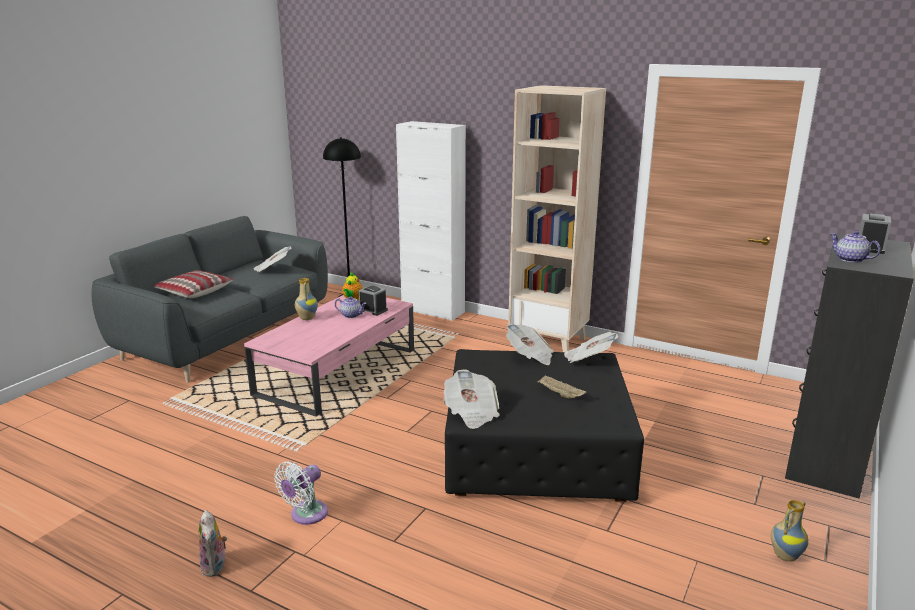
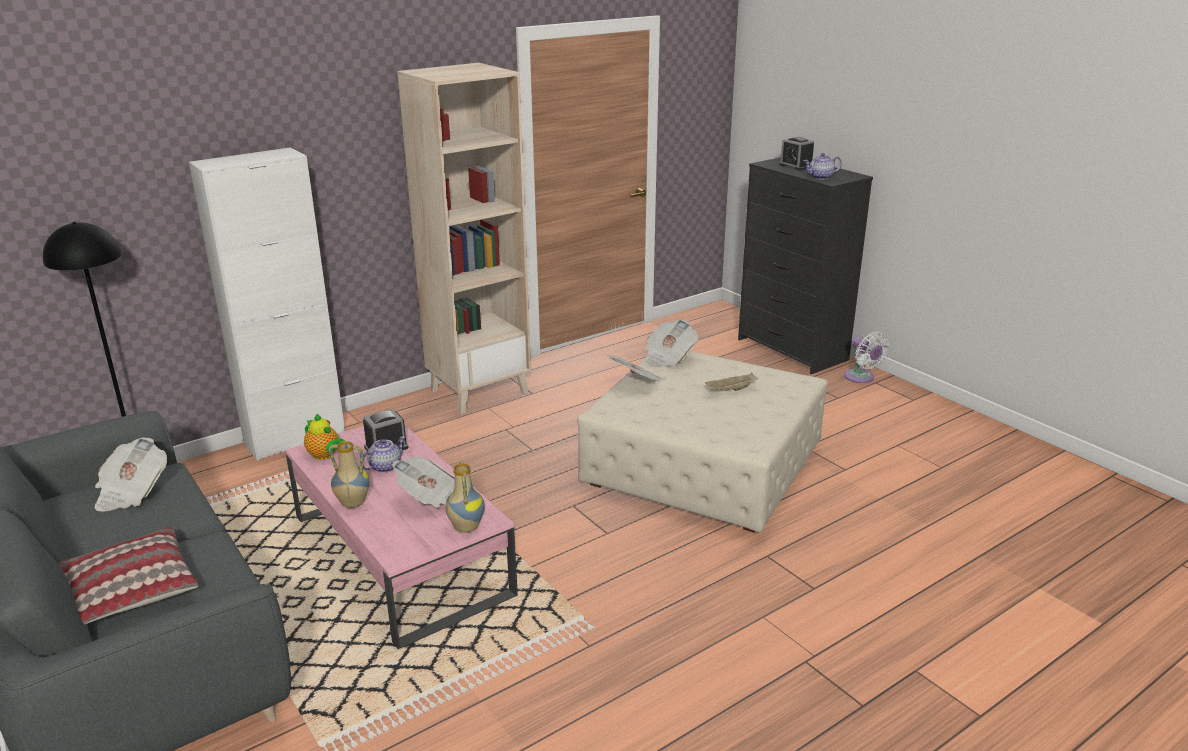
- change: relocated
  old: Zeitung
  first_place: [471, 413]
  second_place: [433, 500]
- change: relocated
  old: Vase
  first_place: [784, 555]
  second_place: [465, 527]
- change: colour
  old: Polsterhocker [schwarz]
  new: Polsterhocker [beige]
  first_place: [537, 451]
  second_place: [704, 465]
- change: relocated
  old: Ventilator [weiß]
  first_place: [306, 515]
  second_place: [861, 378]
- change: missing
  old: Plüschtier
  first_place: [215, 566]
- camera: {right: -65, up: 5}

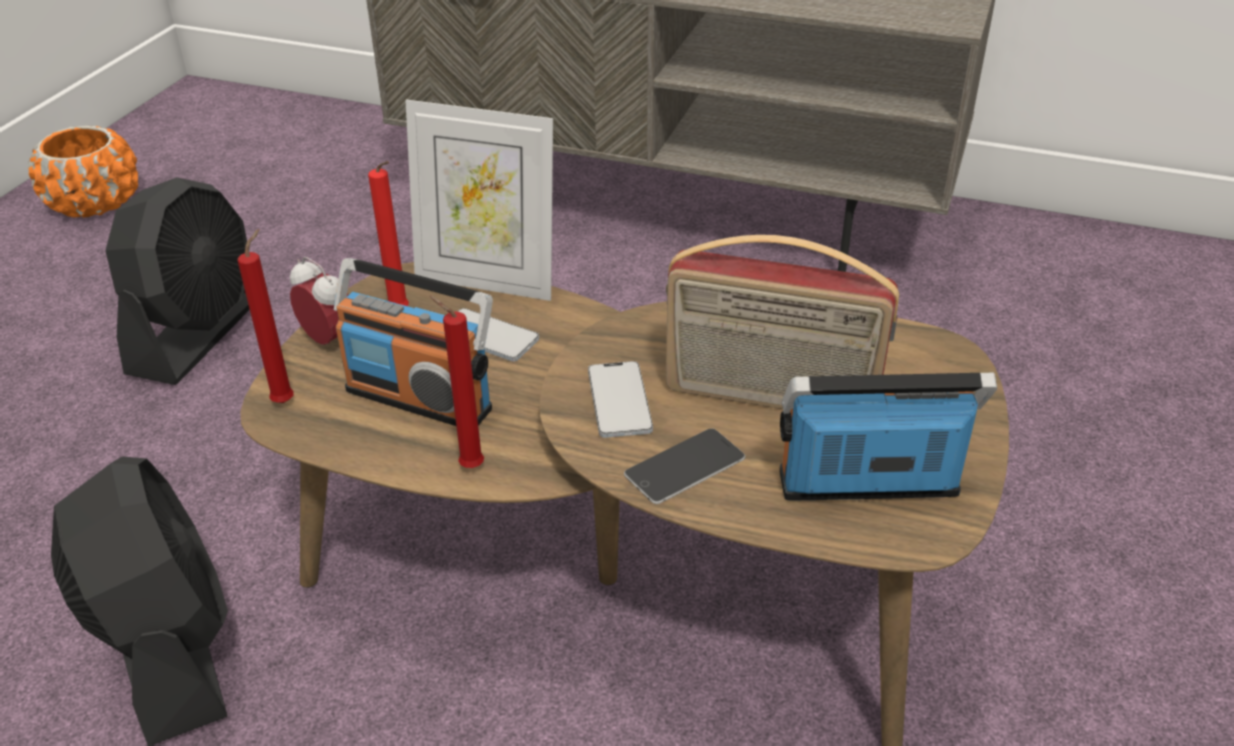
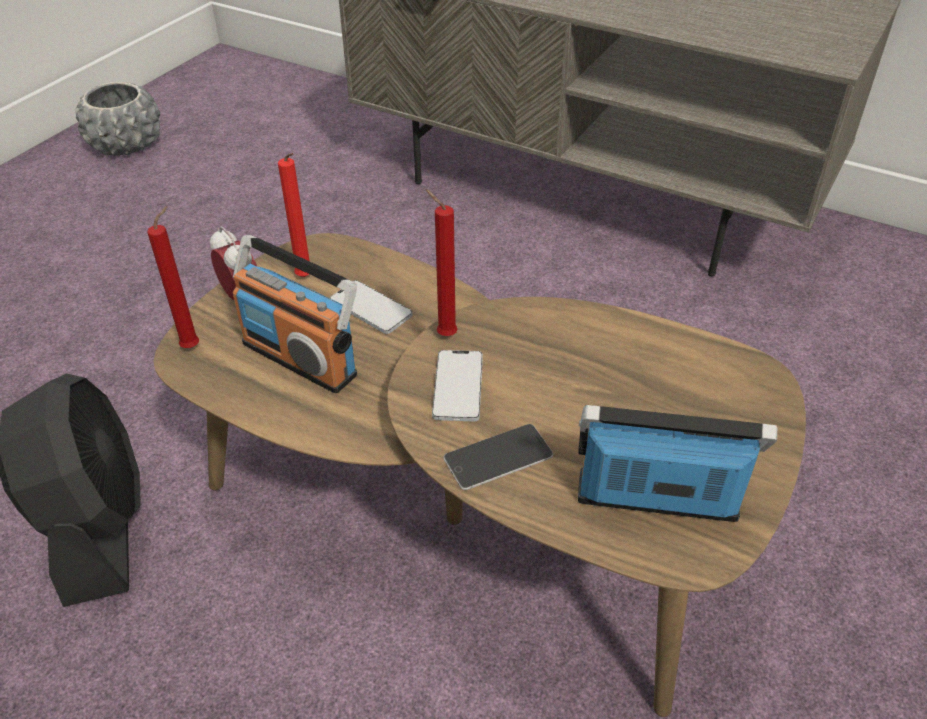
- change: colour
  old: Pflanzkübel [orange]
  new: Pflanzkübel [grau]
  first_place: [95, 203]
  second_place: [127, 144]
- change: relocated
  old: Kerze [rot]
  first_place: [468, 466]
  second_place: [444, 334]
- change: missing
  old: Ventilator [schwarz]
  first_place: [199, 333]
- change: missing
  old: Bilderrahmen
  first_place: [487, 281]
- change: missing
  old: Radio
  first_place: [770, 397]
- camera: {right: 10, up: 5}

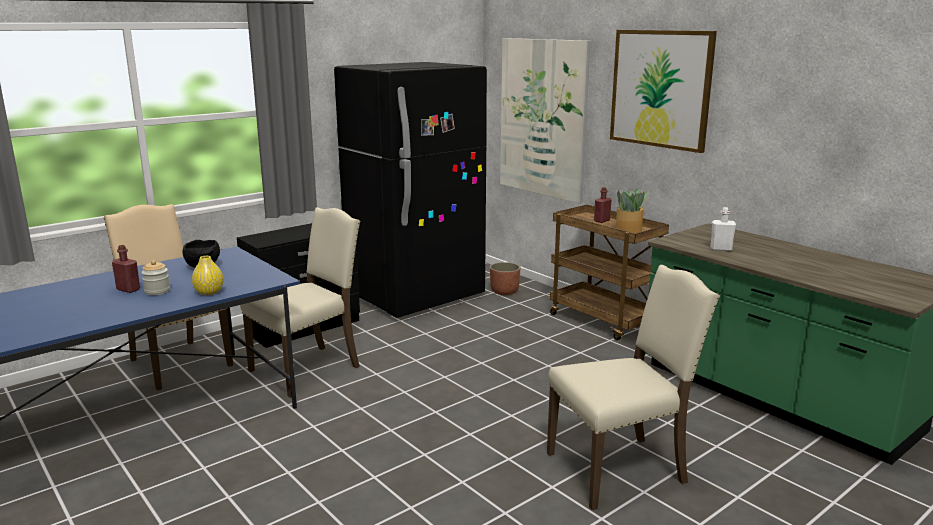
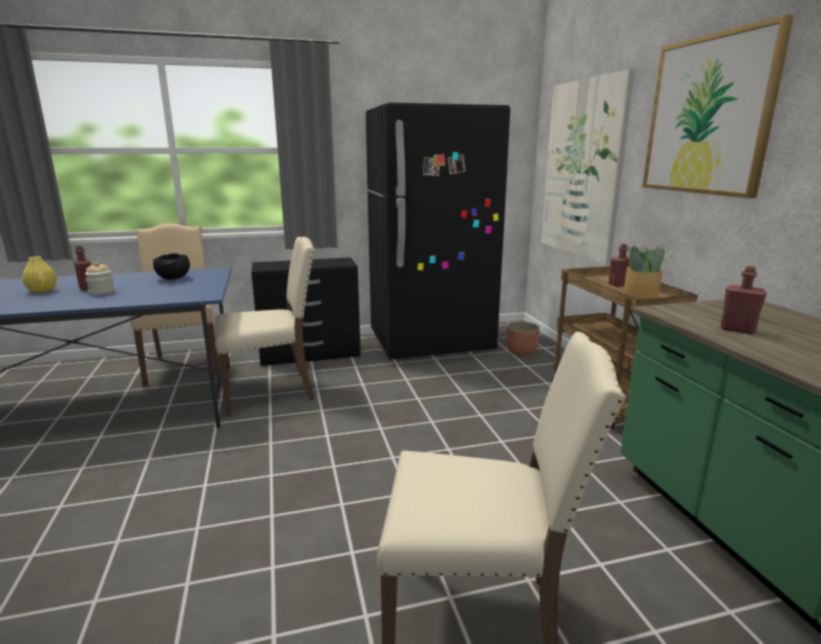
- change: relocated
  old: Vase [gelb]
  first_place: [209, 292]
  second_place: [42, 291]
- change: colour
  old: Flasche [weiß]
  new: Flasche [rot]
  first_place: [721, 249]
  second_place: [737, 329]
- camera: {right: 25, up: 0}

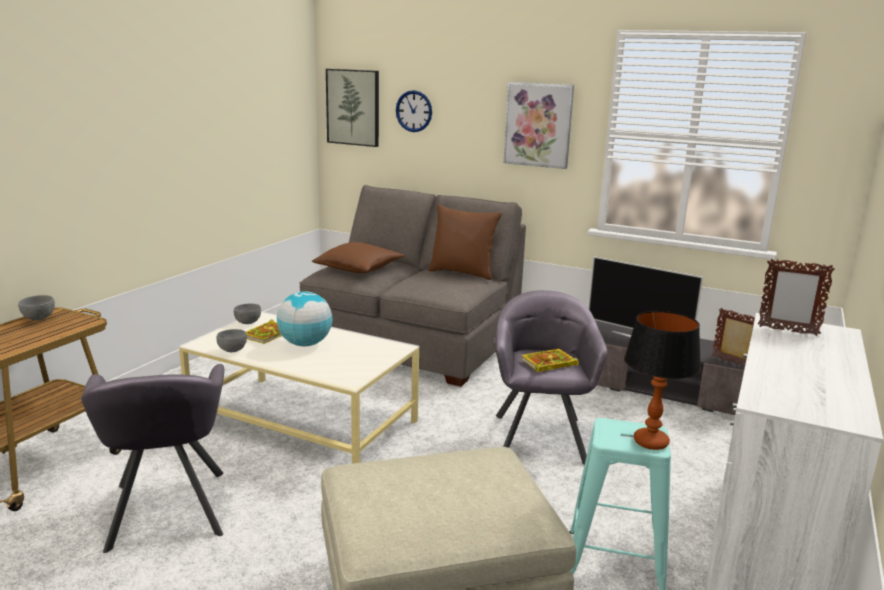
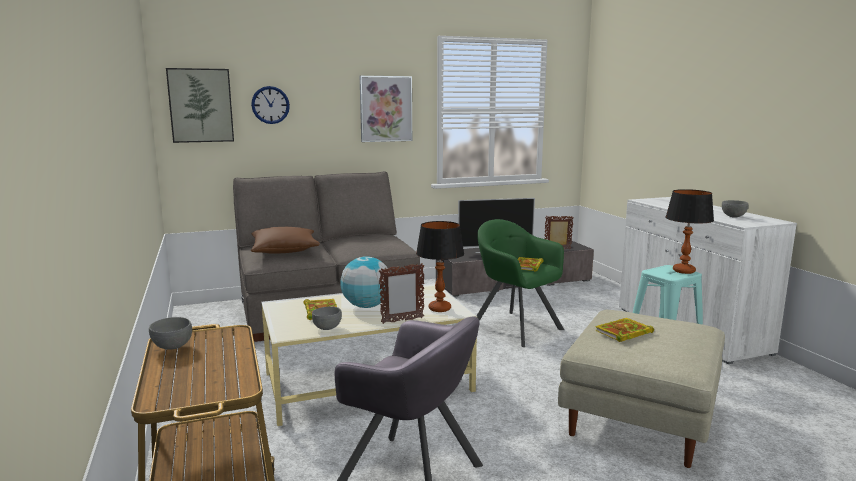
- change: relocated
  old: Bilderrahmen
  first_place: [787, 331]
  second_place: [402, 320]
- change: appeared
  new: Tischlampe
  second_place: [440, 309]
- change: colour
  old: Sessel [grau]
  new: Sessel [grün]
  first_place: [540, 438]
  second_place: [516, 327]
- change: appeared
  new: Buch
  second_place: [623, 333]
- change: relocated
  old: Schüssel [grau]
  first_place: [248, 323]
  second_place: [733, 216]
- change: missing
  old: Kissen [braun]
  first_place: [462, 273]
- camera: {right: -45, up: -5}

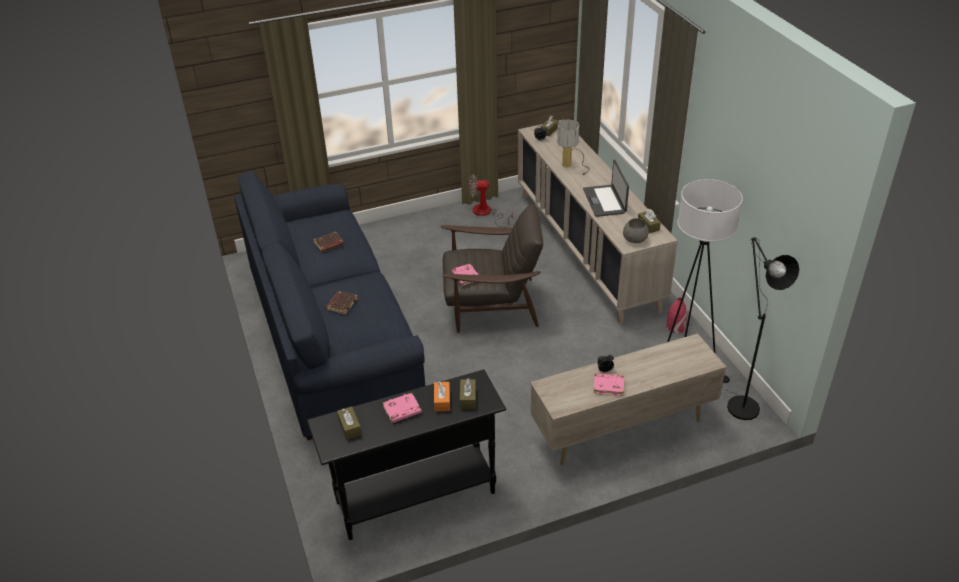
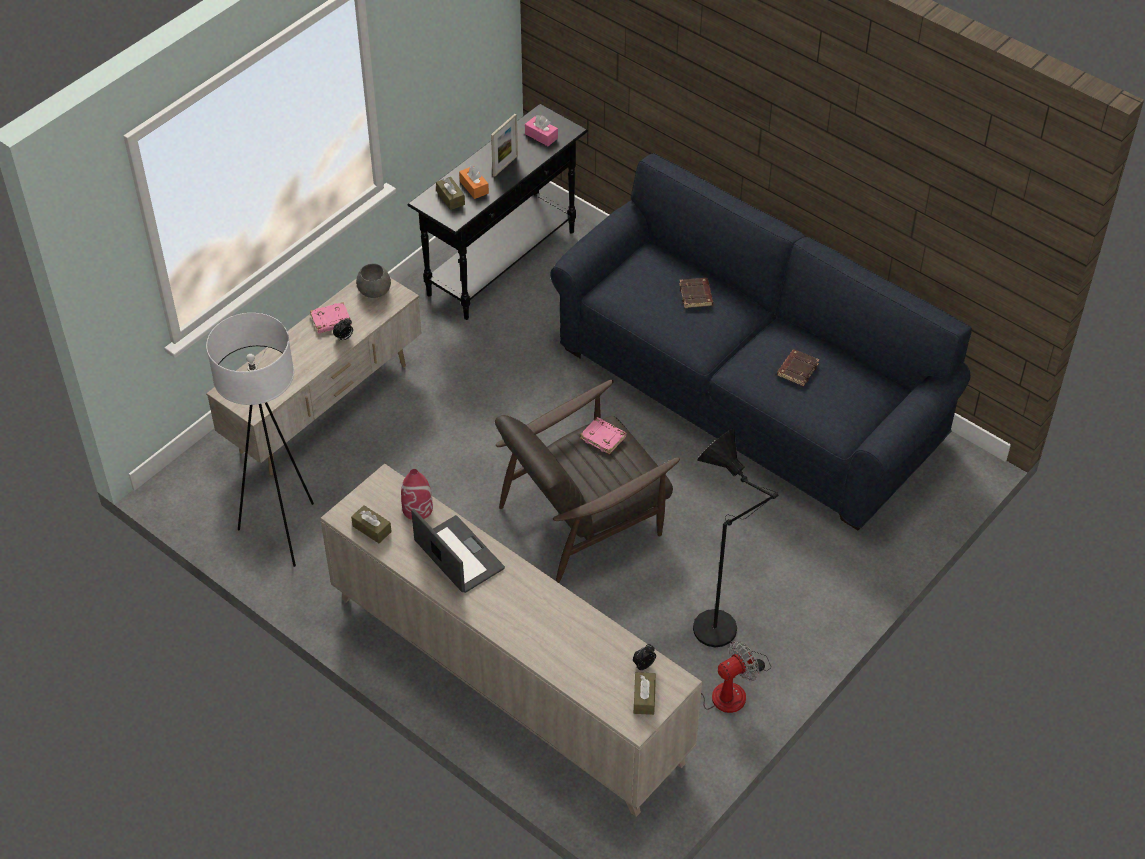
- change: relocated
  old: Schüssel [grau]
  first_place: [635, 238]
  second_place: [374, 291]
- change: relocated
  old: Vase [rot]
  first_place: [675, 327]
  second_place: [418, 508]
- change: exchanged
  old: Buch [rosa]
  new: Bilderrahmen
  first_place: [402, 410]
  second_place: [505, 165]
- change: colour
  old: Taschentuchbox [braun]
  new: Taschentuchbox [rosa]
  first_place: [349, 427]
  second_place: [541, 136]
- change: relocated
  old: Stehlampe [schwarz]
  first_place: [739, 404]
  second_place: [722, 633]
- change: missing
  old: Tischlampe
  first_place: [571, 163]
- camera: {right: 150, up: 10}

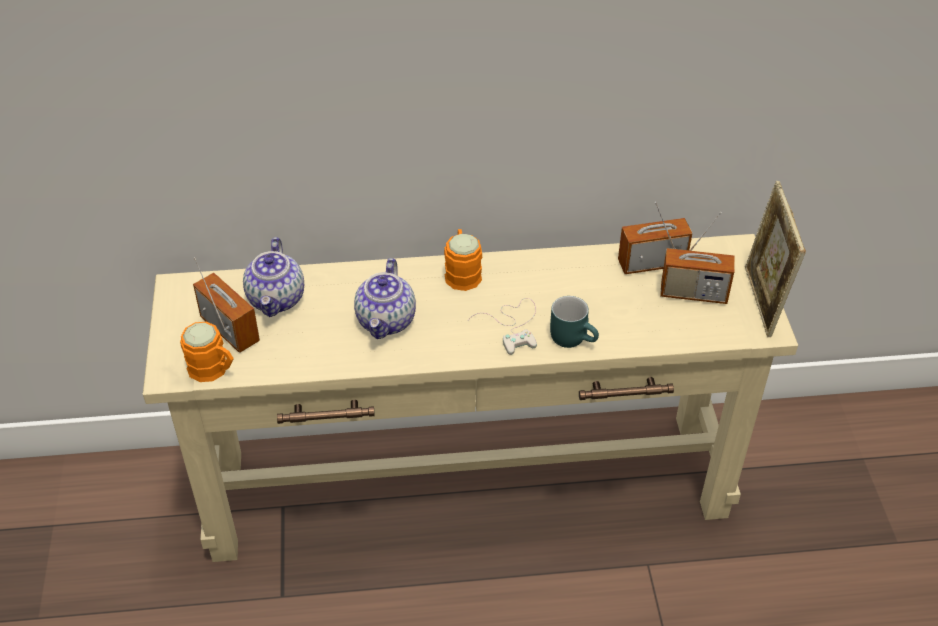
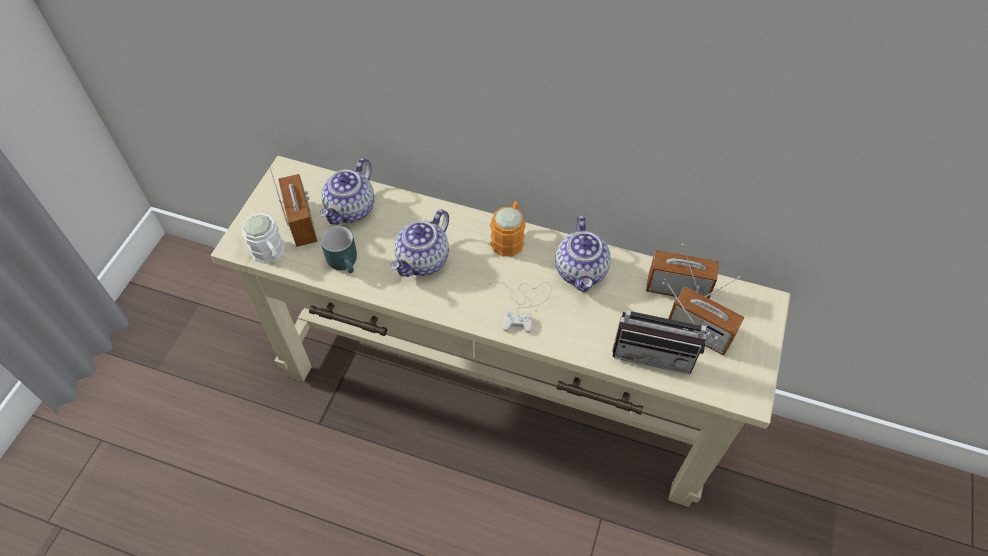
- change: colour
  old: Henkelbecher [orange]
  new: Henkelbecher [weiß]
  first_place: [213, 370]
  second_place: [270, 254]
- change: relocated
  old: Henkelbecher [türkis]
  first_place: [574, 337]
  second_place: [346, 262]
- change: appeared
  new: Teekanne
  second_place: [581, 271]
- change: appeared
  new: Radio
  second_place: [654, 350]
- change: missing
  old: Bilderrahmen
  first_place: [762, 302]
- camera: {right: 25, up: 10}

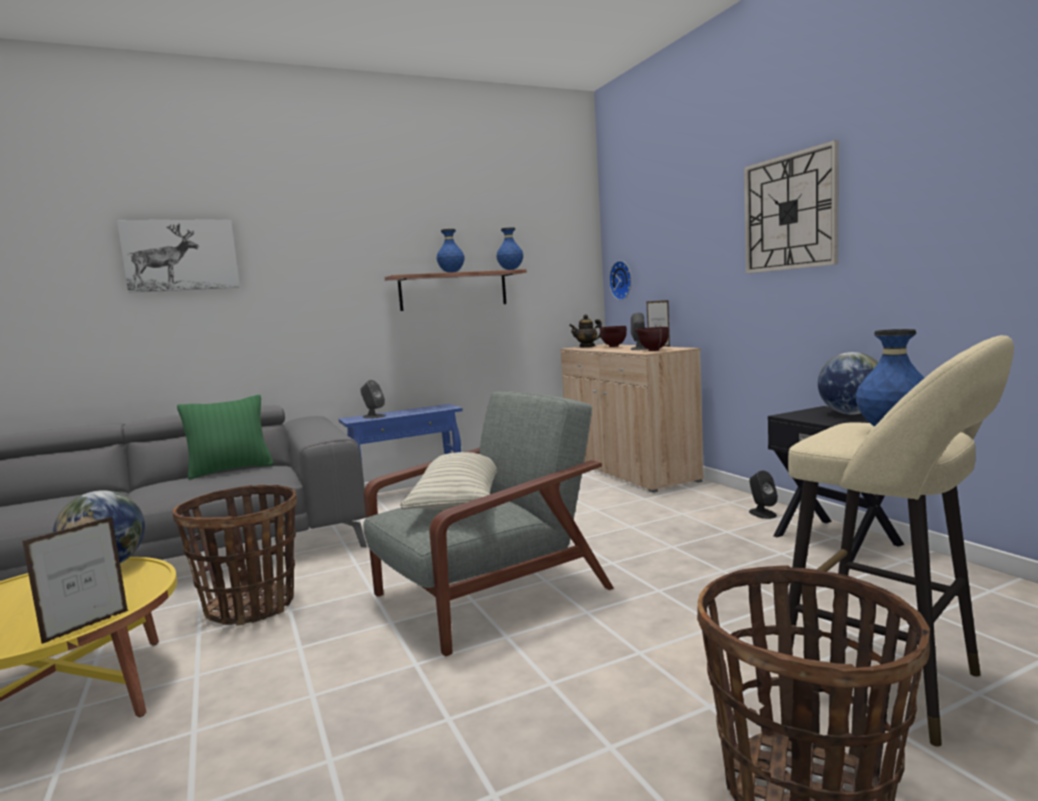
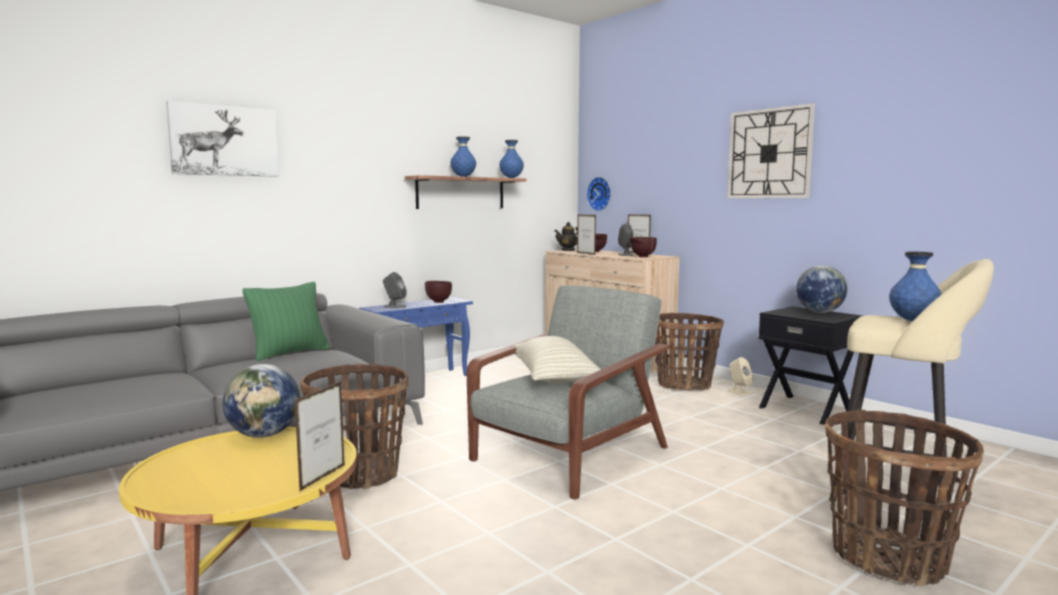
- change: appeared
  new: Schüssel [braun]
  second_place: [437, 302]
- change: appeared
  new: Bilderrahmen
  second_place: [586, 254]
- change: appeared
  new: Korb
  second_place: [684, 385]
- change: colour
  old: Lautsprecher [schwarz]
  new: Lautsprecher [beige]
  first_place: [762, 513]
  second_place: [739, 392]
- camera: {right: -15, up: 0}

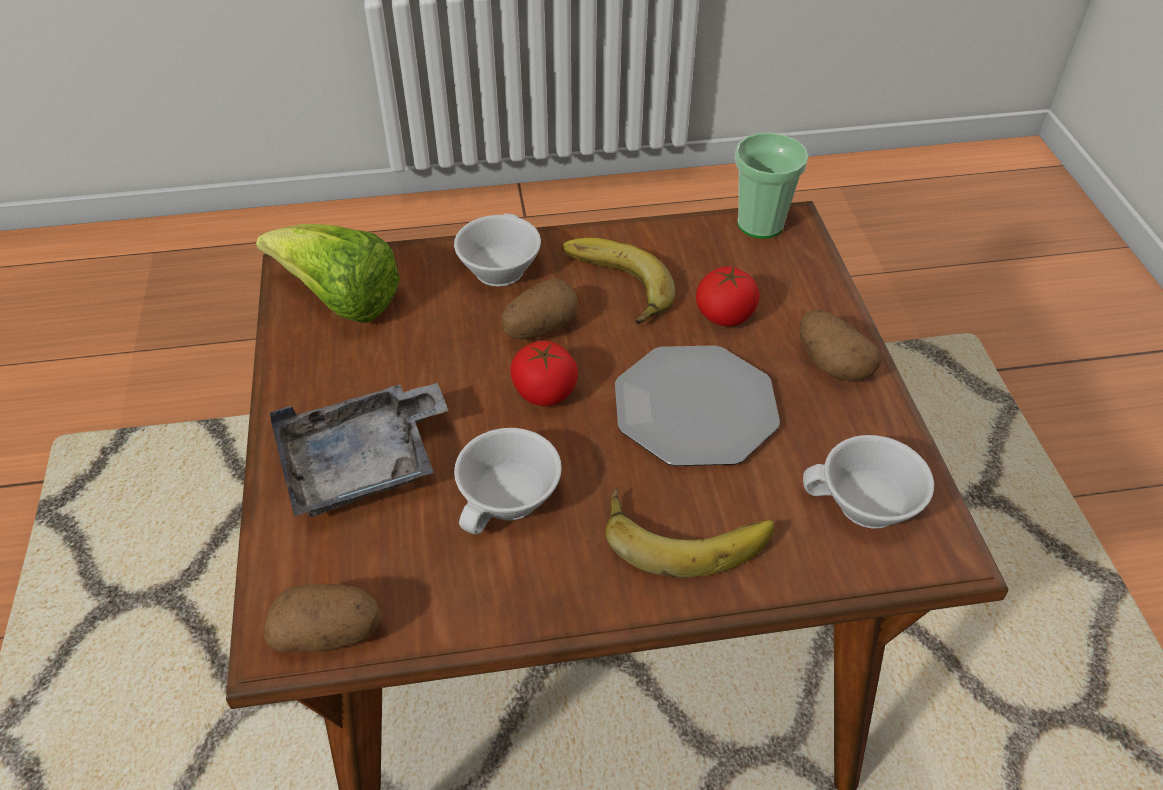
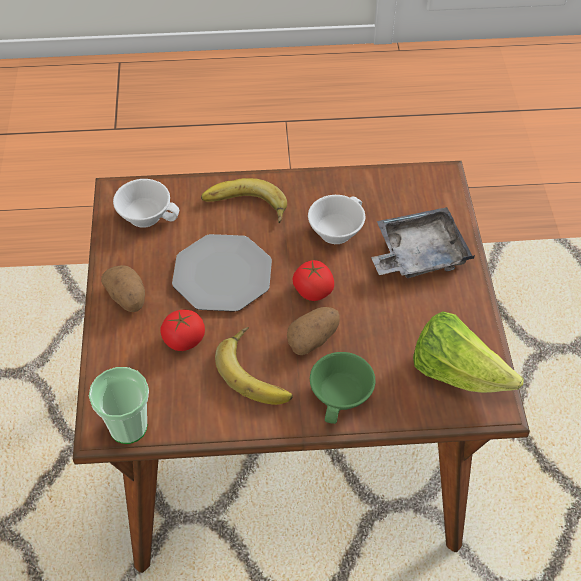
- change: colour
  old: Tasse [weiß]
  new: Tasse [grün]
  first_place: [497, 267]
  second_place: [343, 396]
- change: missing
  old: Kartoffel
  first_place: [329, 634]
- camera: {right: -175, up: 5}

